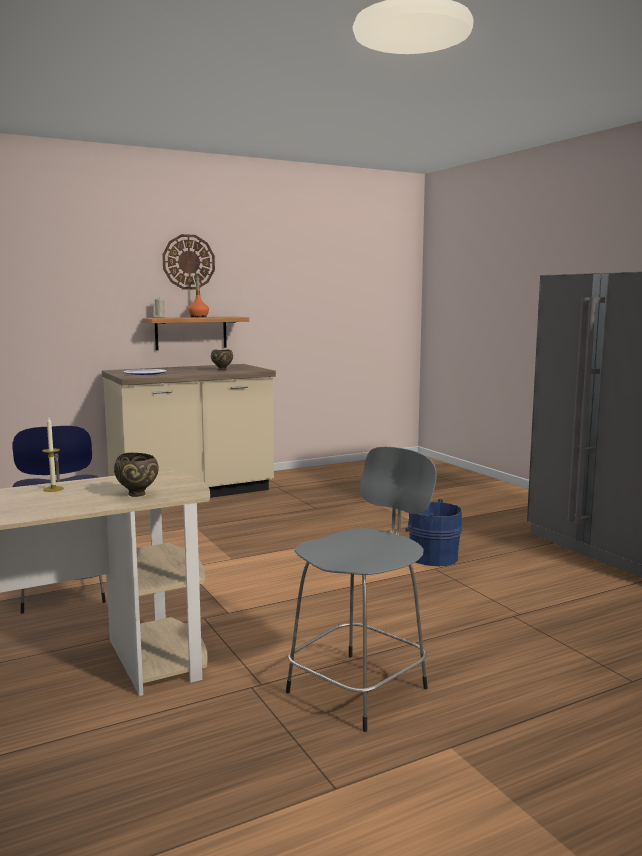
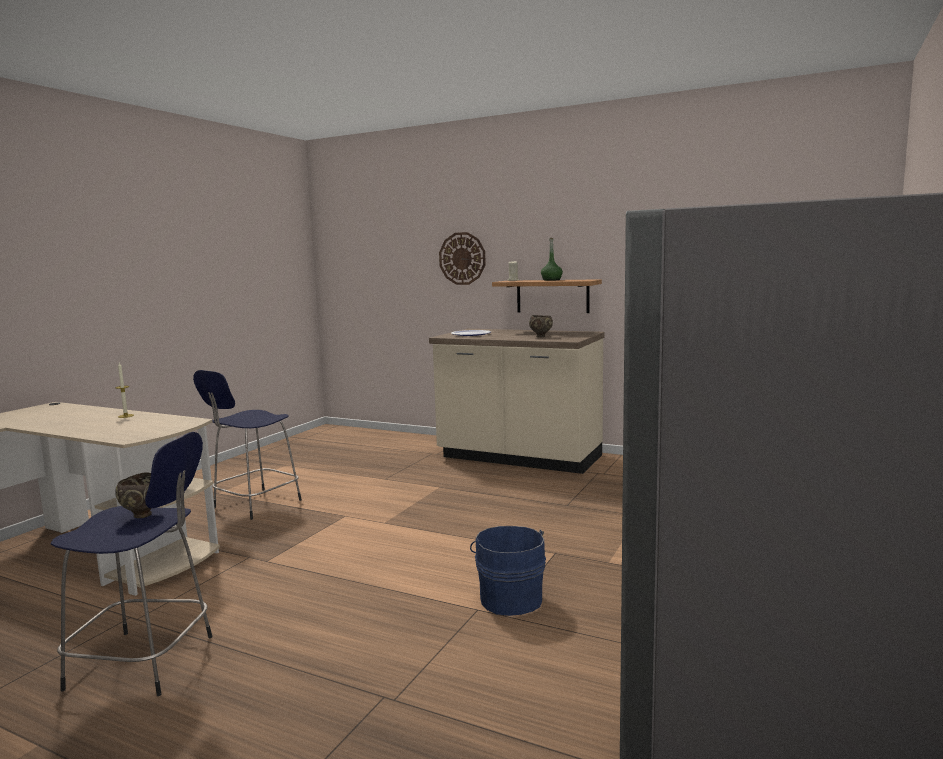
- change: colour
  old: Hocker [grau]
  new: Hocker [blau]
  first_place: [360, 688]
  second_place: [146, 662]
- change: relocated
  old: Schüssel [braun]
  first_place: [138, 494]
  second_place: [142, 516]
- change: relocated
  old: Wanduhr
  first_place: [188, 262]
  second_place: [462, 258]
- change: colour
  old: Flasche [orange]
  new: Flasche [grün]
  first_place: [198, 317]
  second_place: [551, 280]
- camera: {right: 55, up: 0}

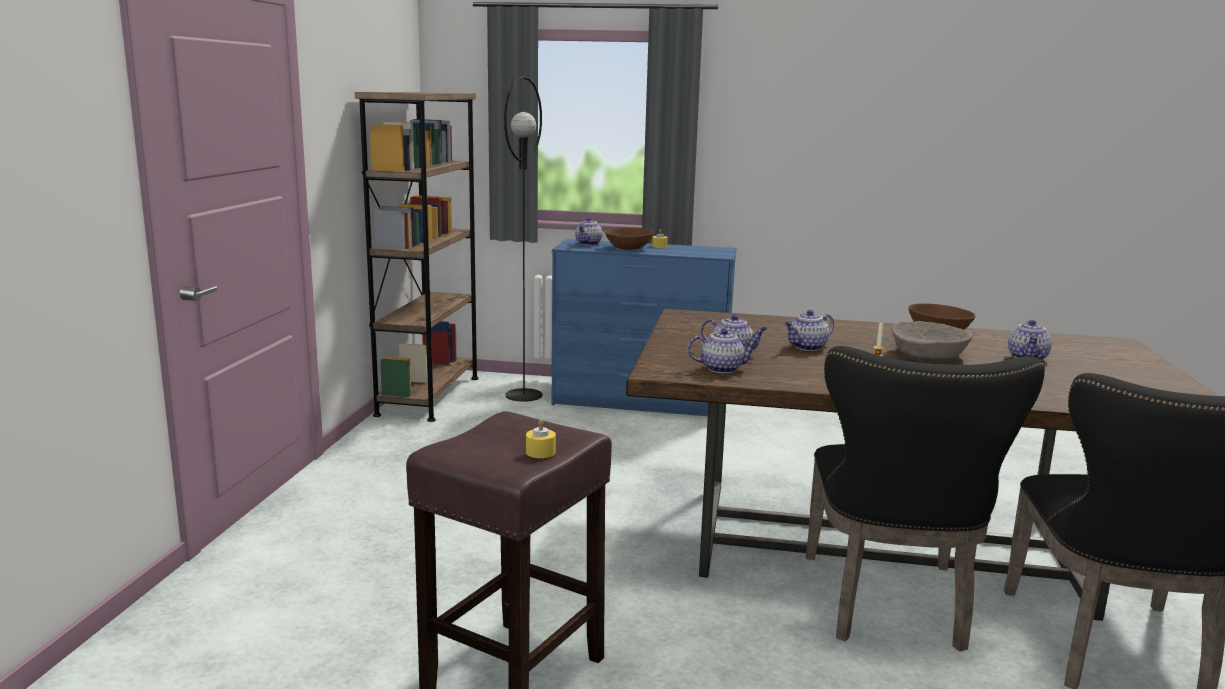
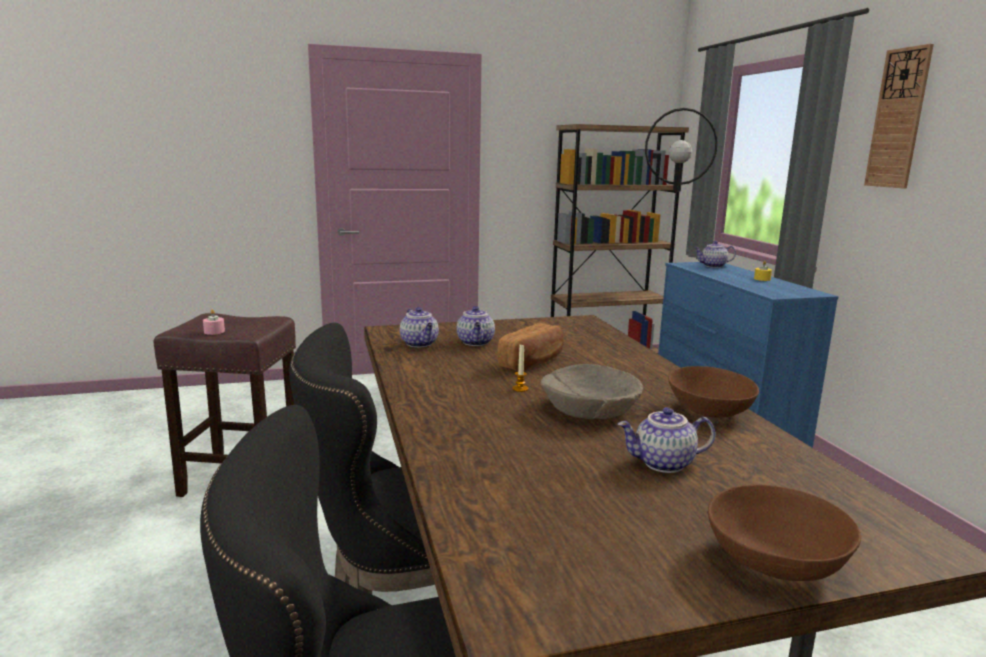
- change: colour
  old: Kerze [gelb]
  new: Kerze [rosa]
  first_place: [540, 452]
  second_place: [214, 331]
- change: exchanged
  old: Teekanne
  new: Brot
  first_place: [807, 347]
  second_place: [533, 362]
- change: relocated
  old: Schüssel [braun]
  first_place: [628, 248]
  second_place: [775, 561]
- change: appeared
  new: Wanduhr
  second_place: [898, 119]
- camera: {right: 65, up: 0}

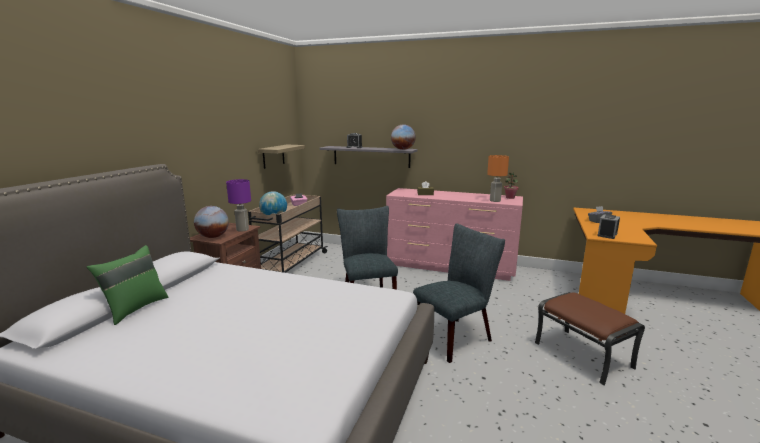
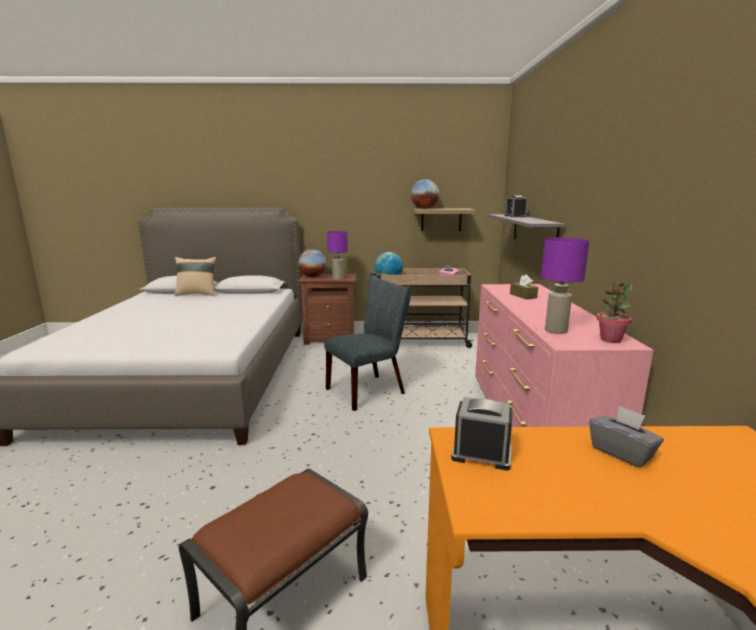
- change: colour
  old: Kissen [grün]
  new: Kissen [beige]
  first_place: [135, 308]
  second_place: [197, 294]
- change: relocated
  old: Globus
  first_place: [402, 149]
  second_place: [424, 208]
- change: colour
  old: Tischlampe [orange]
  new: Tischlampe [lila]
  first_place: [495, 201]
  second_place: [555, 331]
- change: missing
  old: Stuhl [grau]
  first_place: [456, 337]
- camera: {right: 70, up: 0}

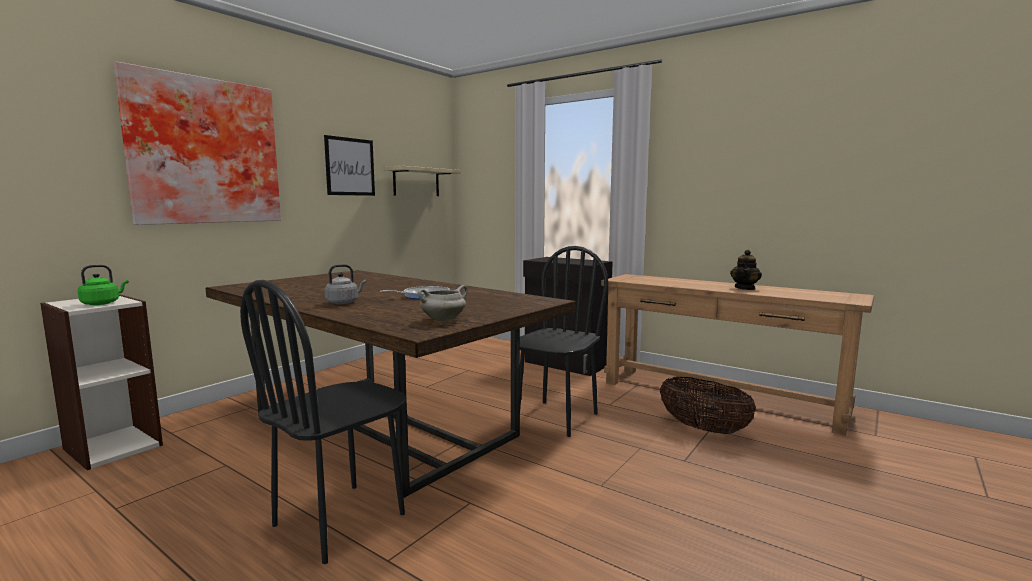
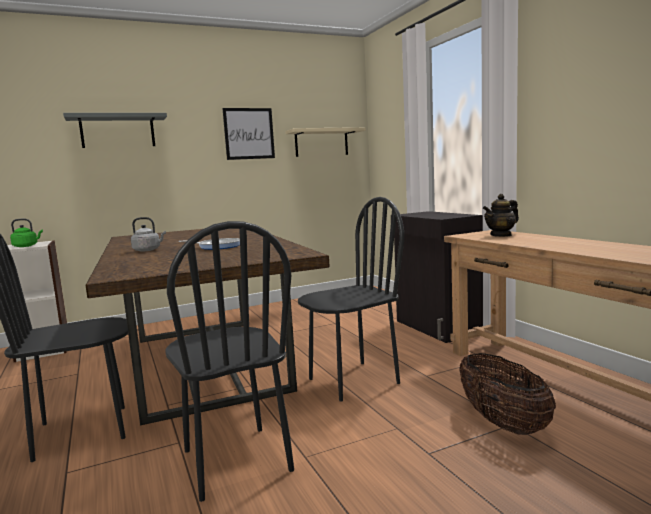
- change: exchanged
  old: Bild
  new: Wandregal [grau]
  first_place: [204, 151]
  second_place: [118, 131]
- change: appeared
  new: Stuhl [schwarz]
  second_place: [235, 461]
- change: relocated
  old: Teekanne
  first_place: [745, 288]
  second_place: [501, 235]
- change: missing
  old: Kochtopf [weiß]
  first_place: [443, 320]
- camera: {right: 30, up: 0}

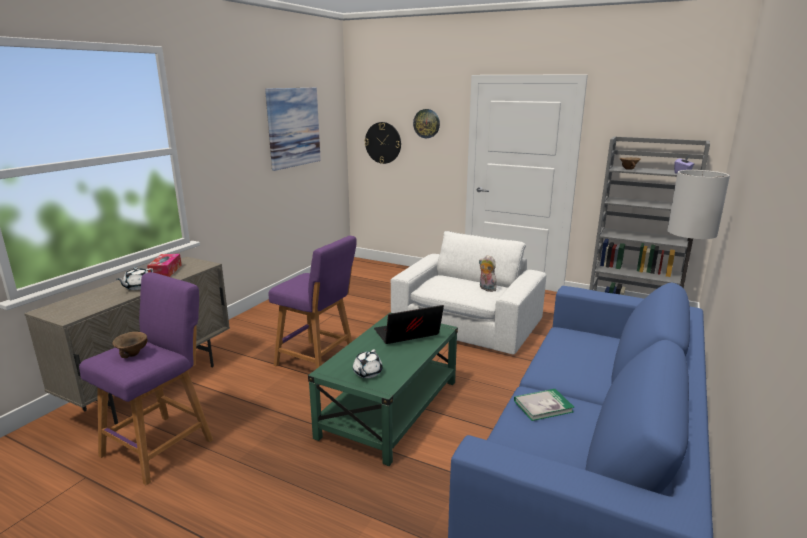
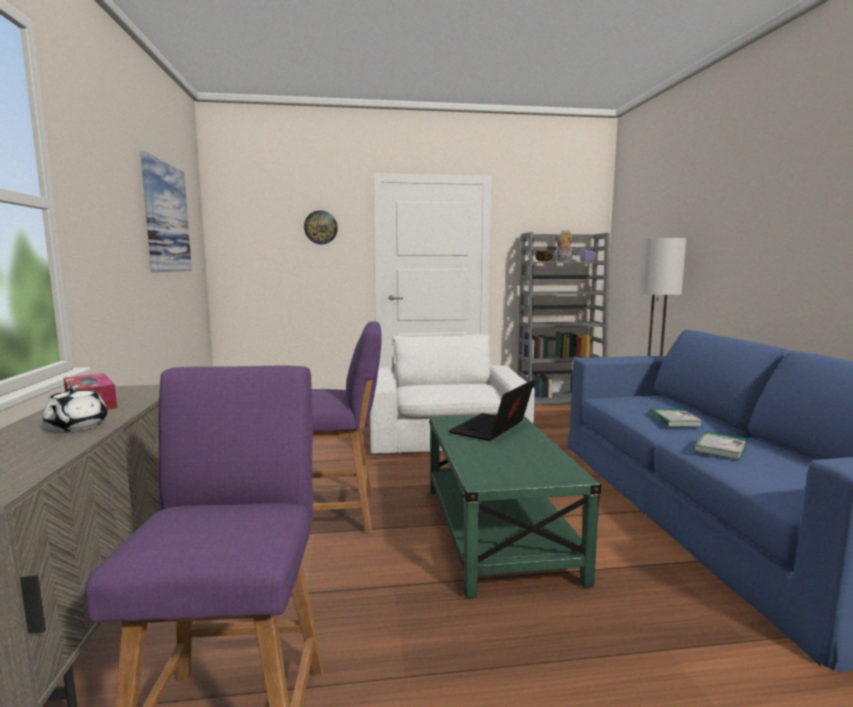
- change: relocated
  old: Plüschtier
  first_place: [486, 289]
  second_place: [563, 261]
- change: appeared
  new: Buch
  second_place: [675, 420]
- change: missing
  old: Schüssel [braun]
  first_place: [133, 354]
- change: missing
  old: Teekanne [weiß]
  first_place: [367, 373]
- change: missing
  old: Wanduhr
  first_place: [383, 143]
- camera: {right: -35, up: -10}

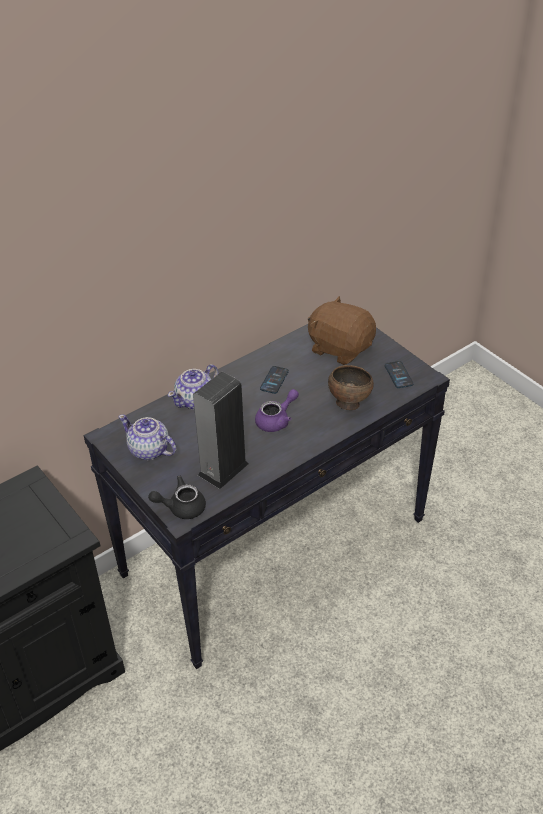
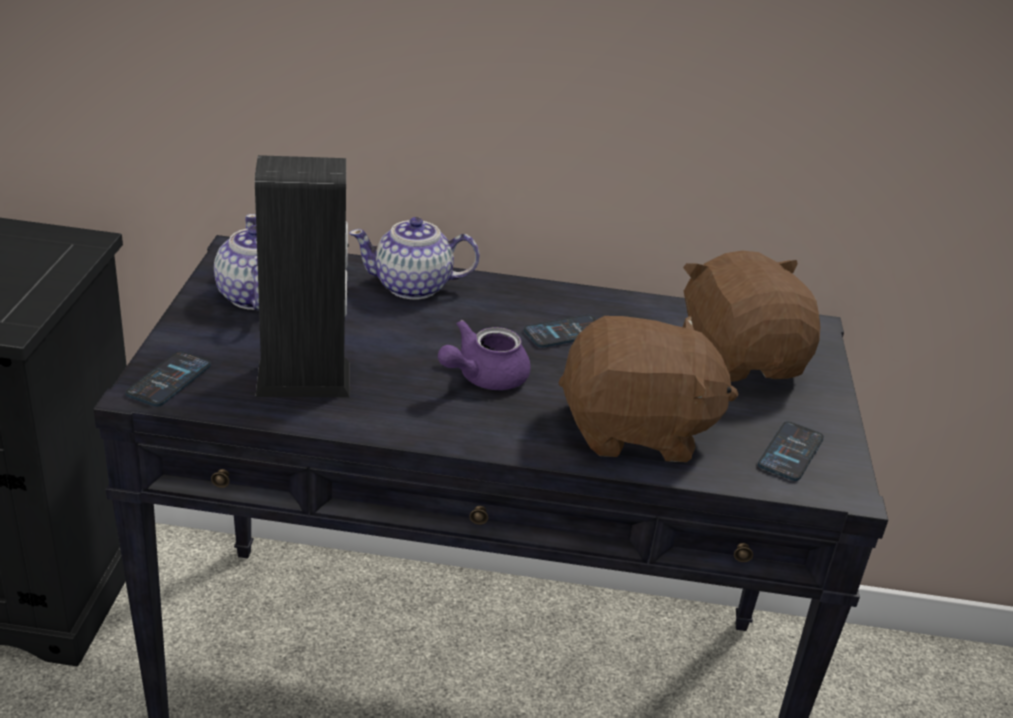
- change: exchanged
  old: Teekanne [schwarz]
  new: Handy
  first_place: [181, 507]
  second_place: [169, 380]
- change: spun
  old: Teekanne [lila]
  first_place: [276, 420]
  second_place: [483, 377]
  degrees: 135
- change: exchanged
  old: Schüssel [braun]
  new: Plüschtier [braun]
  first_place: [348, 403]
  second_place: [636, 430]
- camera: {right: 40, up: -10}

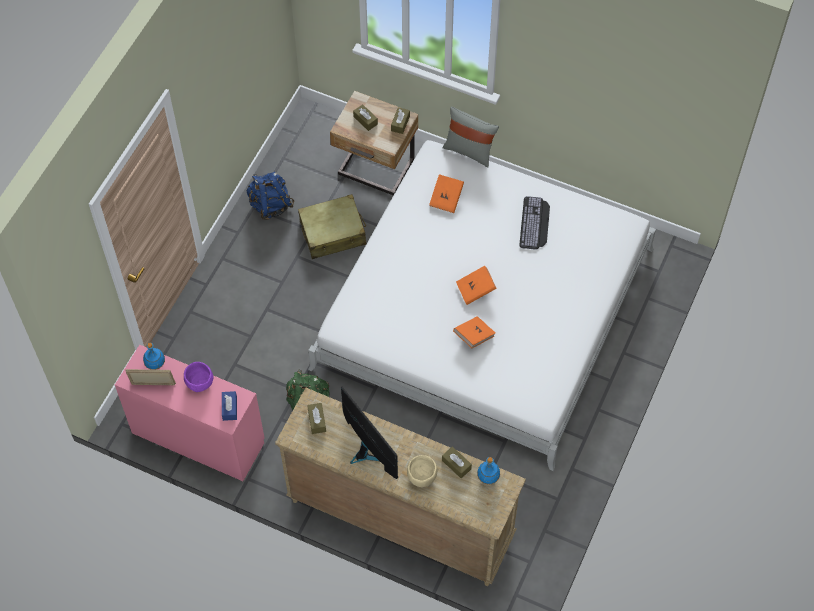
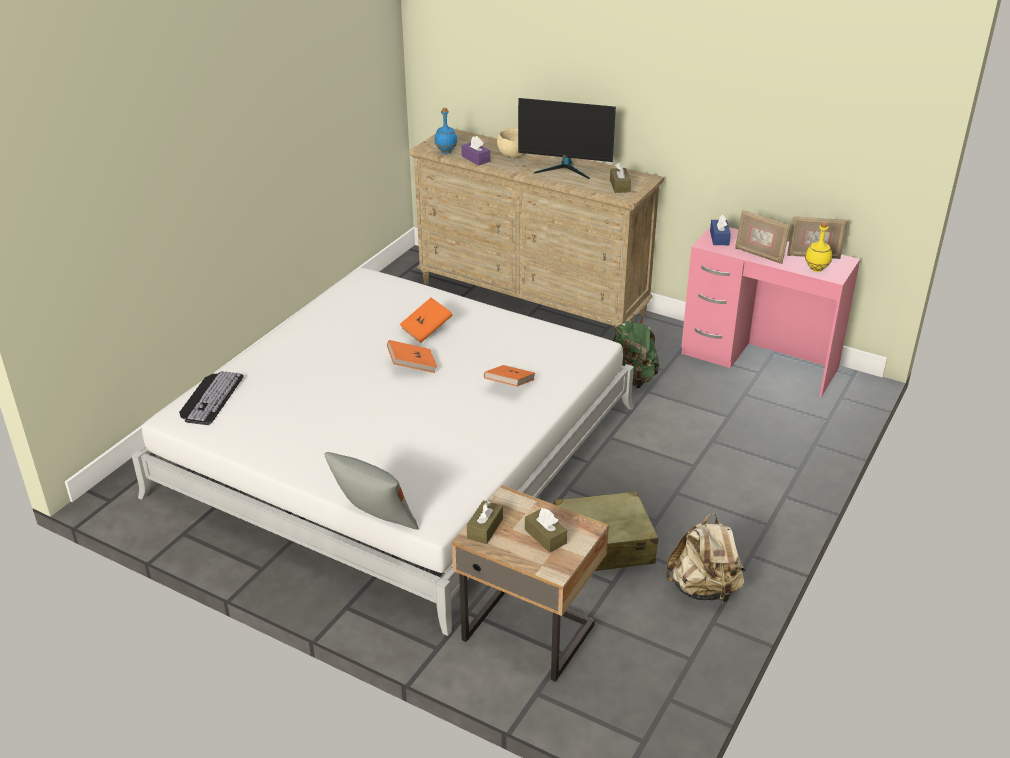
- change: relocated
  old: Tastatur
  first_place: [535, 224]
  second_place: [209, 397]
- change: colour
  old: Taschentuchbox [braun]
  new: Taschentuchbox [lila]
  first_place: [456, 464]
  second_place: [476, 159]
- change: relocated
  old: Buch [orange]
  first_place: [446, 198]
  second_place: [509, 385]
- change: spun
  old: Monitor
  first_place: [368, 451]
  second_place: [565, 168]
  degrees: -45
- change: colour
  old: Rucksack [blau]
  new: Rucksack [beige]
  first_place: [270, 205]
  second_place: [704, 589]
- change: exchanged
  old: Schüssel [lila]
  new: Bilderrahmen
  first_place: [199, 383]
  second_place: [759, 255]
- change: colour
  old: Flasche [blau]
  new: Flasche [gelb]
  first_place: [155, 365]
  second_place: [816, 269]
- camera: {right: -175, up: -25}

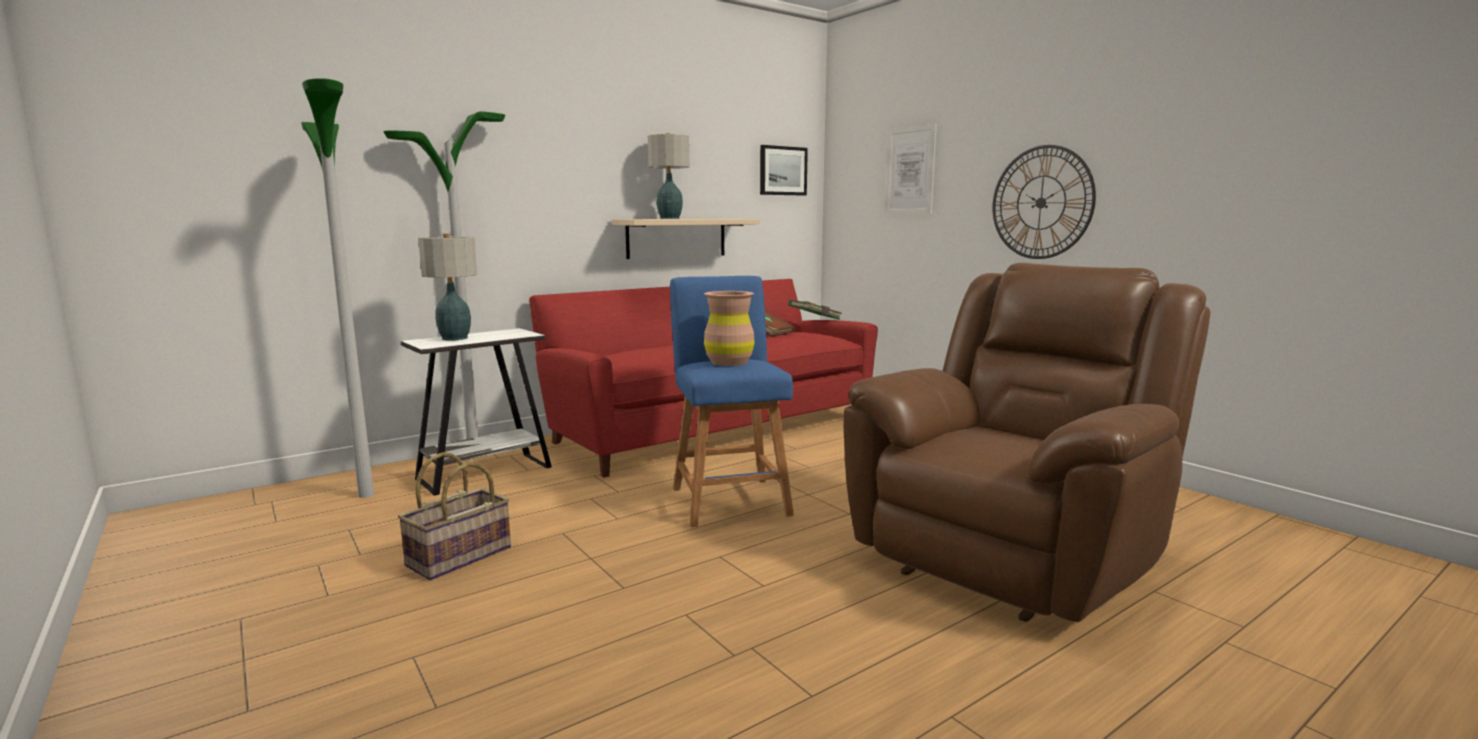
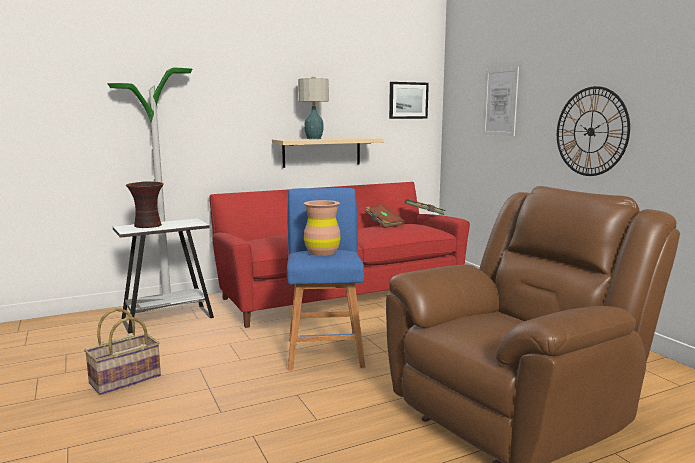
- change: exchanged
  old: Tischlampe
  new: Vase
  first_place: [455, 338]
  second_place: [148, 225]
- change: missing
  old: Stehlampe
  first_place: [366, 495]
- camera: {right: 10, up: 0}

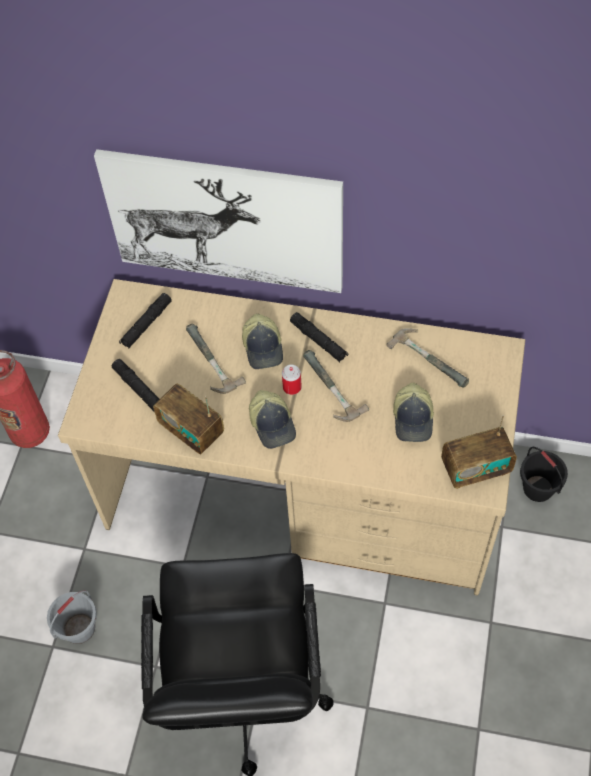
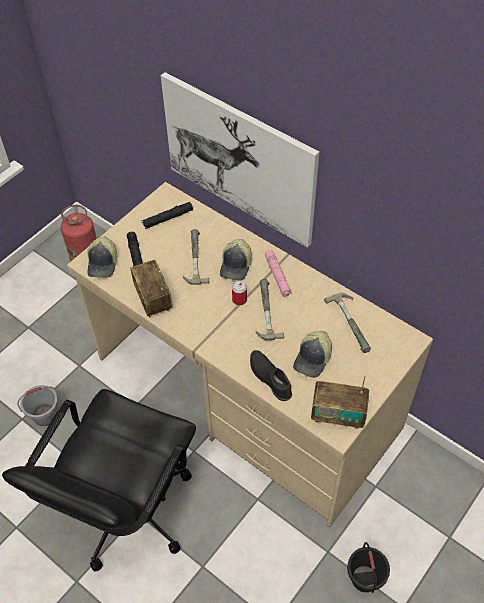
- change: relocated
  old: Kappe
  first_place: [273, 424]
  second_place: [103, 263]
- change: appeared
  new: Schuh [schwarz]
  second_place: [270, 377]
- change: colour
  old: Taschenlampe [schwarz]
  new: Taschenlampe [rosa]
  first_place: [318, 341]
  second_place: [277, 276]
- change: relocated
  old: Eimer [schwarz]
  first_place: [538, 488]
  second_place: [365, 578]
- camera: {right: 25, up: -5}

